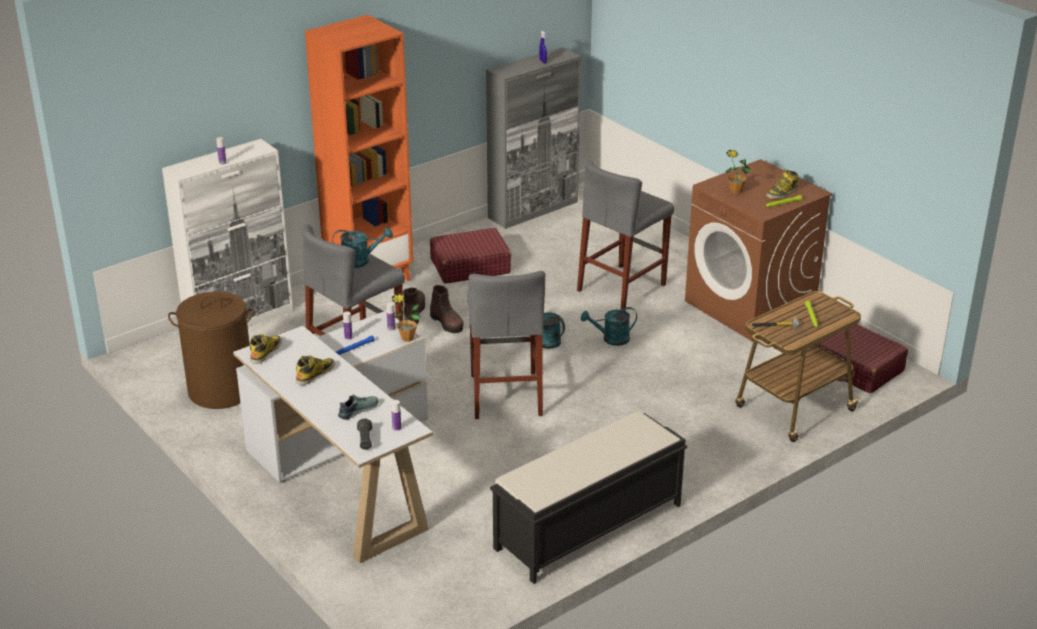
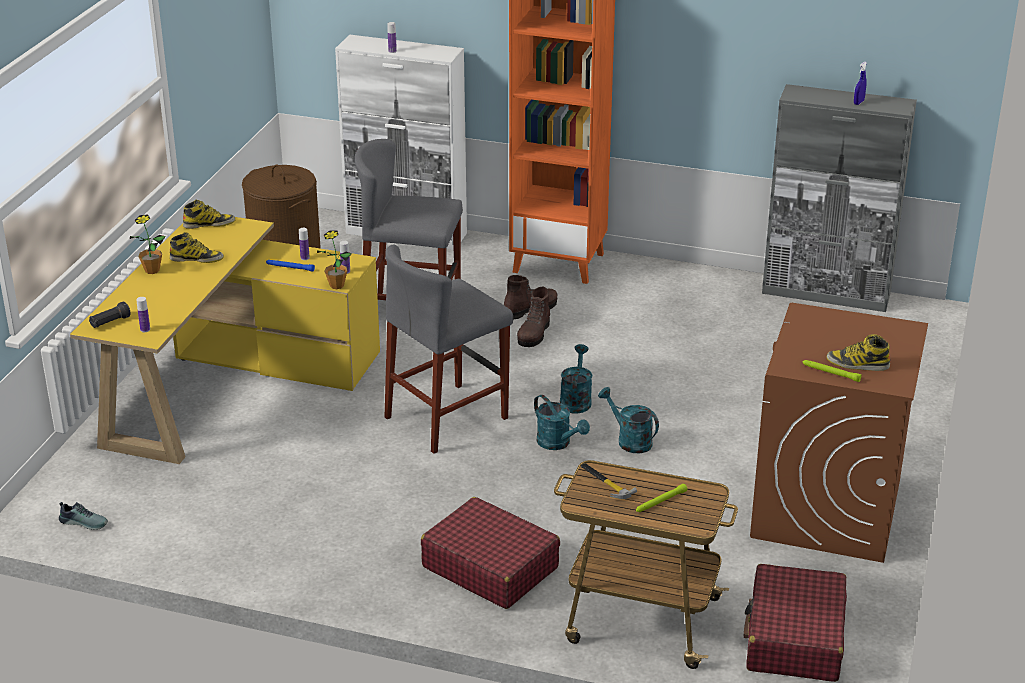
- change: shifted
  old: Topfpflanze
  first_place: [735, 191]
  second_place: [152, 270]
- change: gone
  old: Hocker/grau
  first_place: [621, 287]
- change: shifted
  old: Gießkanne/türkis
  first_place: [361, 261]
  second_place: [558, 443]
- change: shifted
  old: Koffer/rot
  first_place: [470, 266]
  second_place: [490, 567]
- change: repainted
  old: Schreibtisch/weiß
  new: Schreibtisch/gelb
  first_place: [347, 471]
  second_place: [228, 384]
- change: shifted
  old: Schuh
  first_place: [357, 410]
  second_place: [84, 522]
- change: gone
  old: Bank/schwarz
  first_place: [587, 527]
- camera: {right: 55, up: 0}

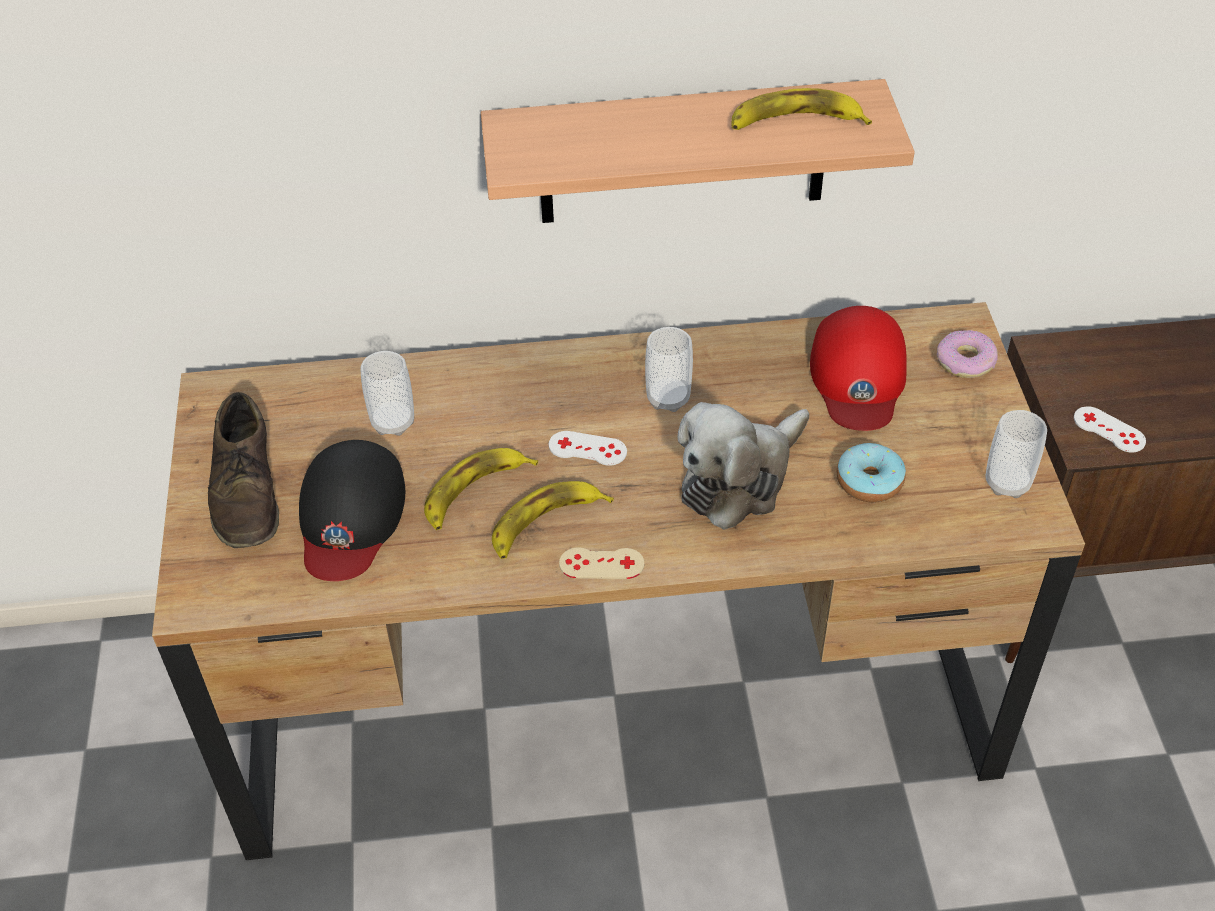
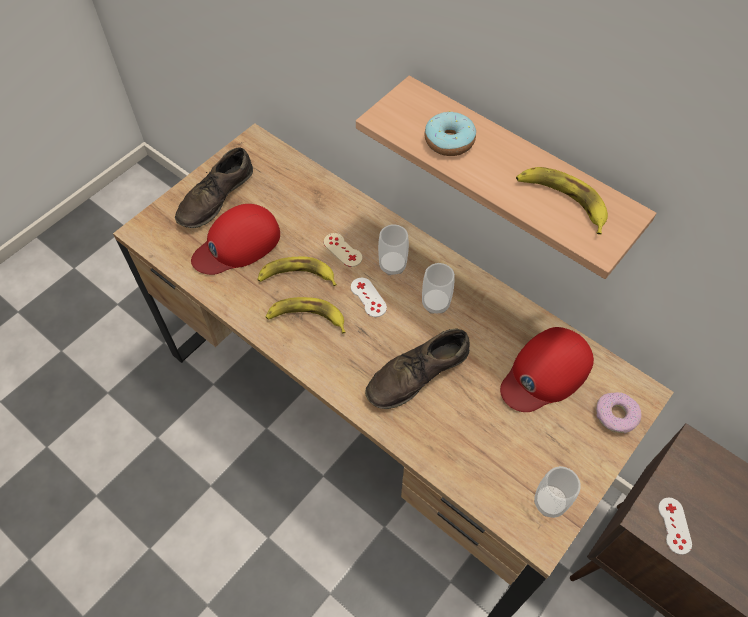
- change: shifted
  old: Tasse
  first_place: [393, 422]
  second_place: [392, 265]
- change: swapped
  old: Plüschtier
  new: Schuh/braun
  first_place: [739, 478]
  second_place: [417, 374]
- change: repainted
  old: Kappe/schwarz
  new: Kappe/rot
  first_place: [350, 516]
  second_place: [237, 244]
- change: shifted
  old: Donut
  first_place: [869, 481]
  second_place: [449, 141]
- change: shifted
  old: Gamepad/beige
  first_place: [601, 564]
  second_place: [342, 250]
- camera: {right: 45, up: 10}

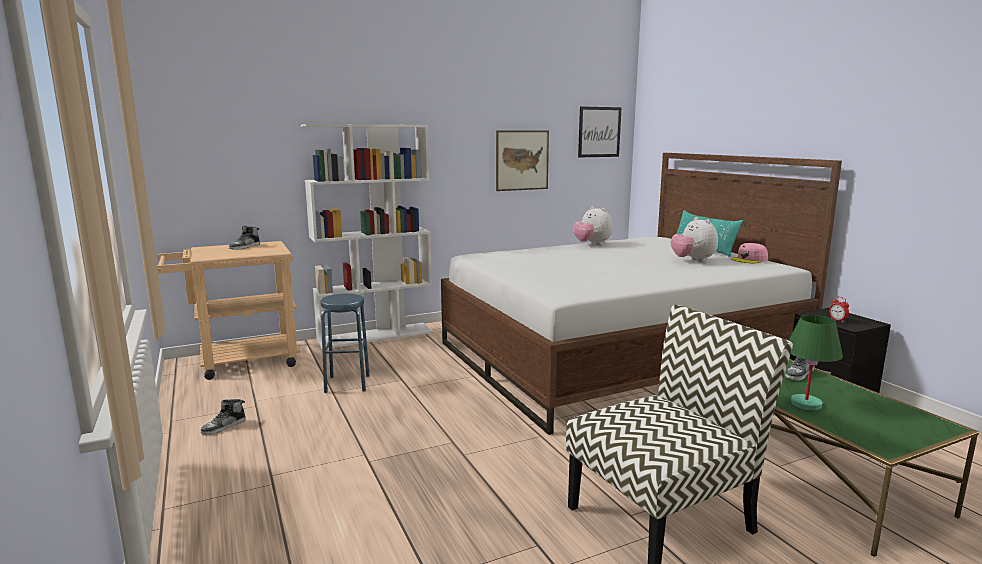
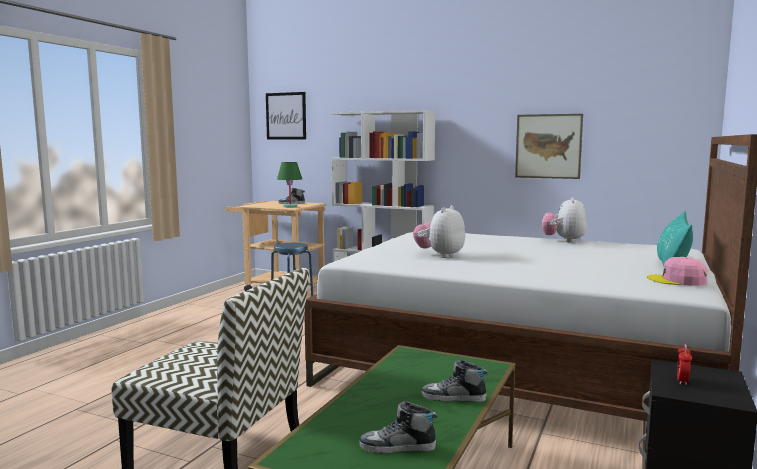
- change: shifted
  old: Bild
  first_place: [599, 132]
  second_place: [286, 116]
- change: shifted
  old: Plüschtier
  first_place: [693, 260]
  second_place: [440, 255]
- change: shifted
  old: Tischlampe/grün
  first_place: [806, 404]
  second_place: [290, 207]
- change: shifted
  old: Schuh
  first_place: [224, 427]
  second_place: [397, 447]
- camera: {right: 50, up: -5}

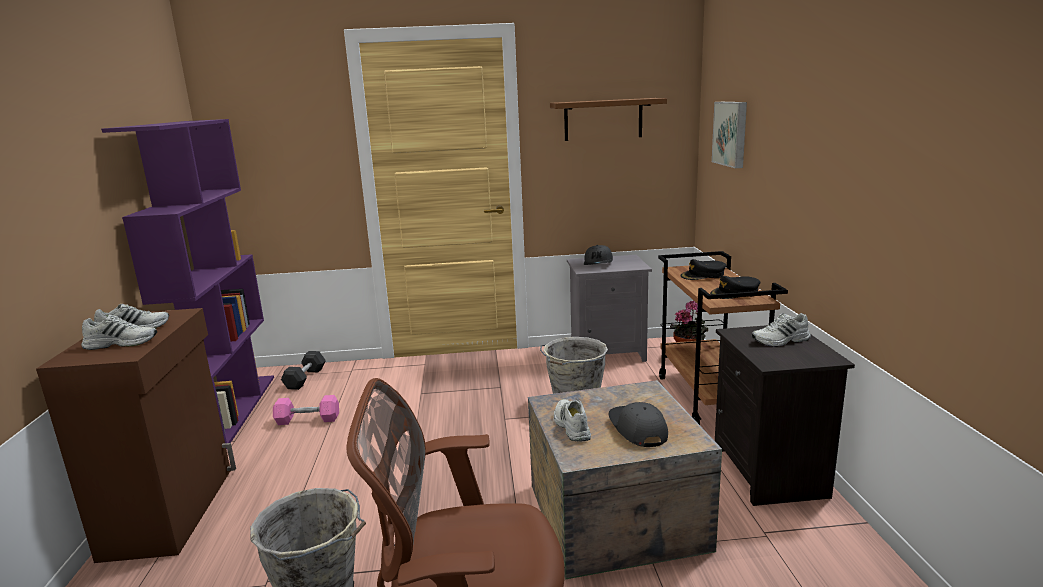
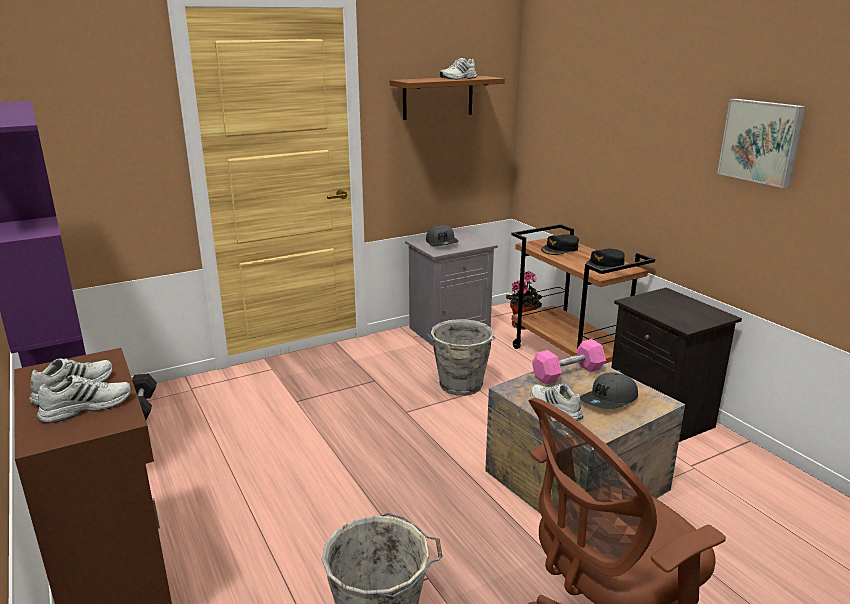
- change: shifted
  old: Bild
  first_place: [731, 133]
  second_place: [761, 141]
- change: shifted
  old: Schuh/weiß
  first_place: [781, 341]
  second_place: [458, 78]
- change: shifted
  old: Hantel/rosa
  first_place: [308, 420]
  second_place: [568, 373]
- change: rotated
  old: Kappe/grau
  first_place: [637, 429]
  second_place: [609, 400]
  degrees: -90
- camera: {right: -25, up: 5}

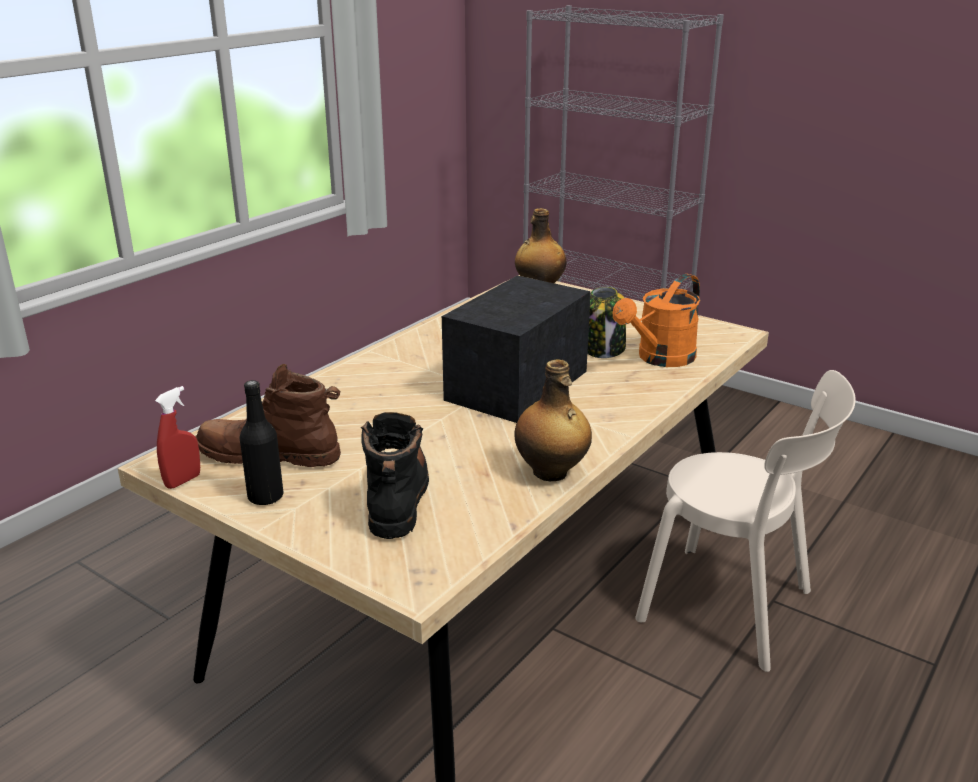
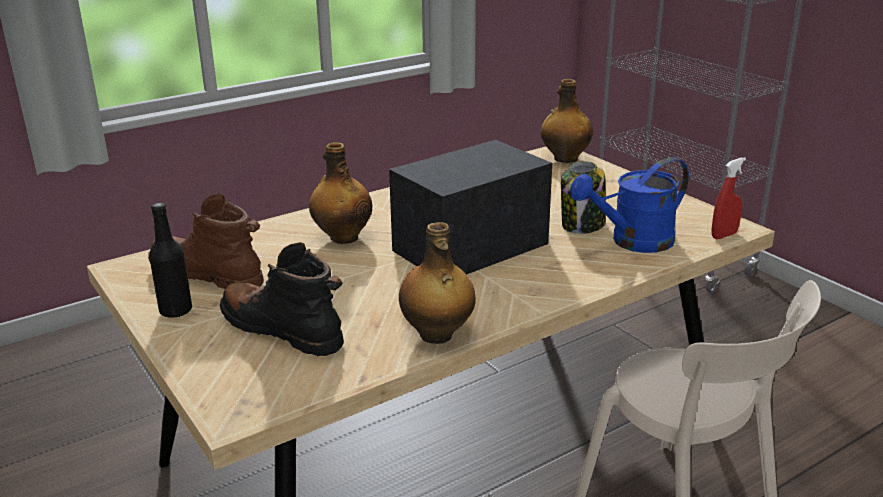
- change: repainted
  old: Gießkanne/orange
  new: Gießkanne/blau
  first_place: [660, 359]
  second_place: [633, 242]
- change: shifted
  old: Sprühflasche/rot
  first_place: [183, 481]
  second_place: [724, 235]
- change: rotated
  old: Stiefel/schwarz
  first_place: [397, 496]
  second_place: [282, 330]
  degrees: -75
- change: new
  new: Flasche
  second_place: [343, 237]
- camera: {right: 20, up: 0}

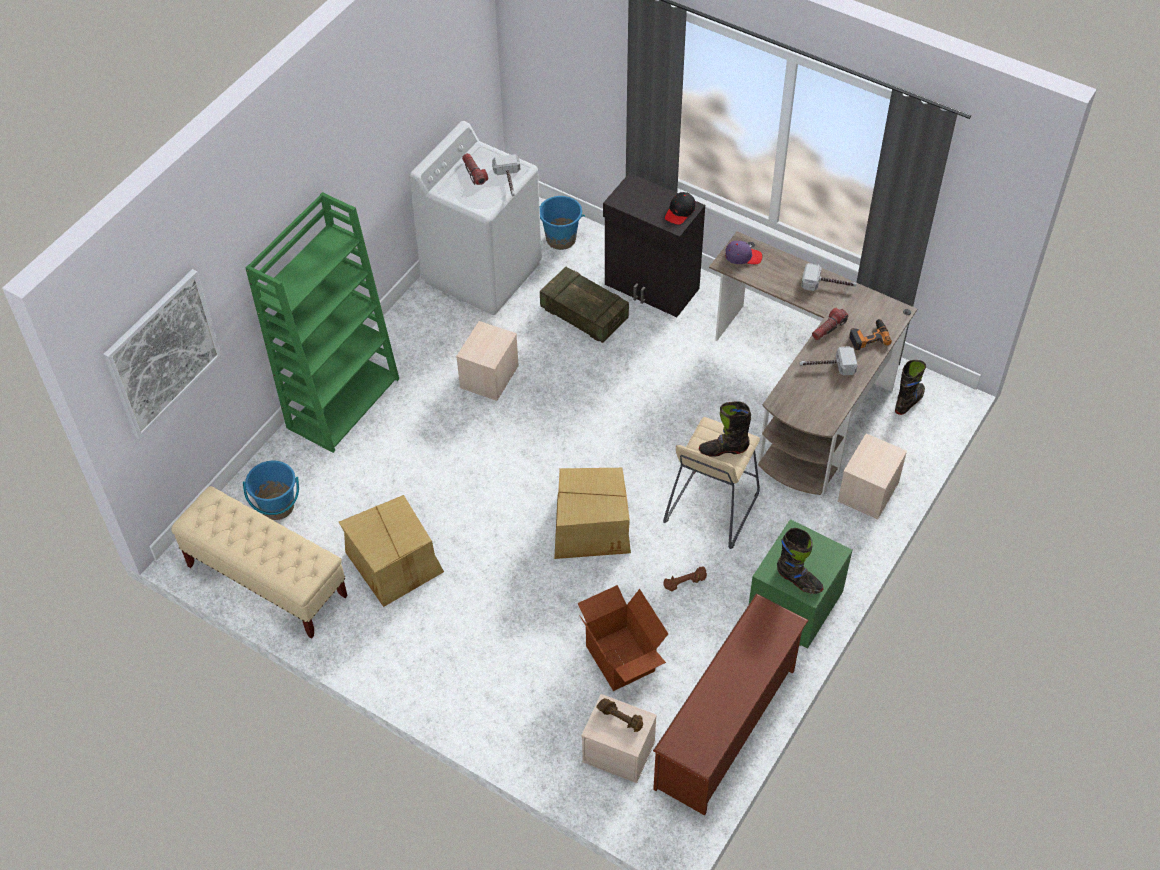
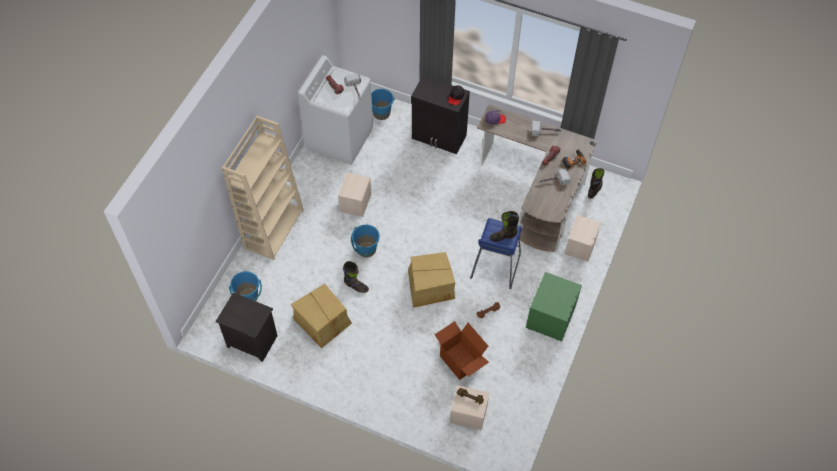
- change: repainted
  old: Bücherregal/grün
  new: Bücherregal/beige
  first_place: [343, 402]
  second_place: [273, 228]
- change: gone
  old: Kiste
  first_place: [584, 314]
- change: gone
  old: Bild
  first_place: [163, 353]
- change: repainted
  old: Hocker/beige
  new: Hocker/blau
  first_place: [711, 508]
  second_place: [495, 266]
- change: swapped
  old: Bank/beige
  new: Nachttisch/schwarz
  first_place: [266, 581]
  second_place: [251, 342]
- change: shifted
  old: Stiefel/schwarz
  first_place: [798, 580]
  second_place: [356, 286]
- change: gone
  old: Schuhregal/braun
  first_place: [727, 729]
- change: new
  new: Eimer/blau
  second_place: [366, 249]
- camera: {right: -10, up: 5}

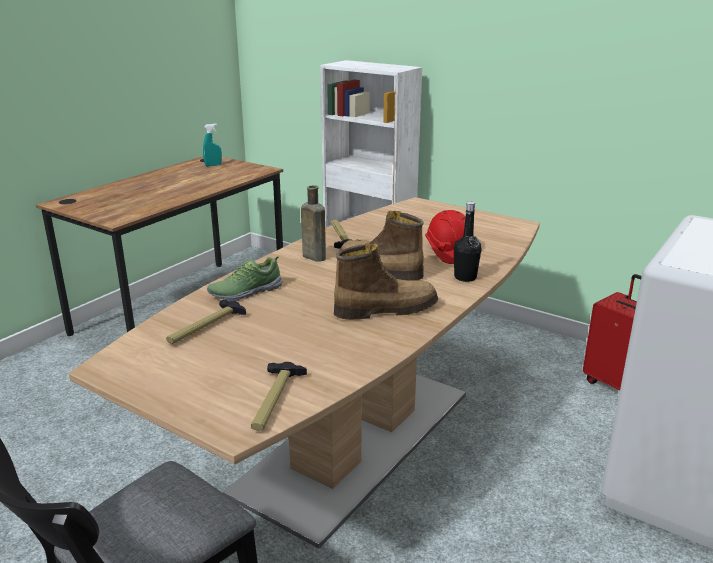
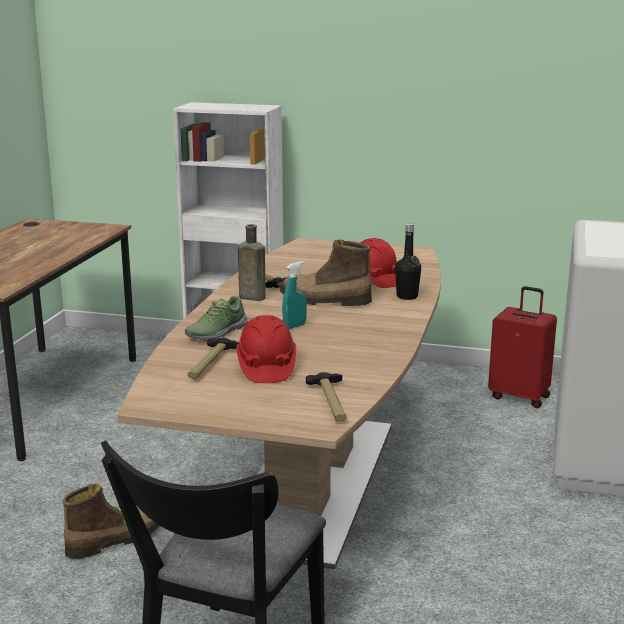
- change: shifted
  old: Sprühflasche/türkis
  first_place: [213, 165]
  second_place: [294, 326]
- change: shifted
  old: Stiefel
  first_place: [385, 309]
  second_place: [113, 540]
- change: new
  new: Schutzhelm/rot
  second_place: [266, 368]
- camera: {right: -20, up: -5}

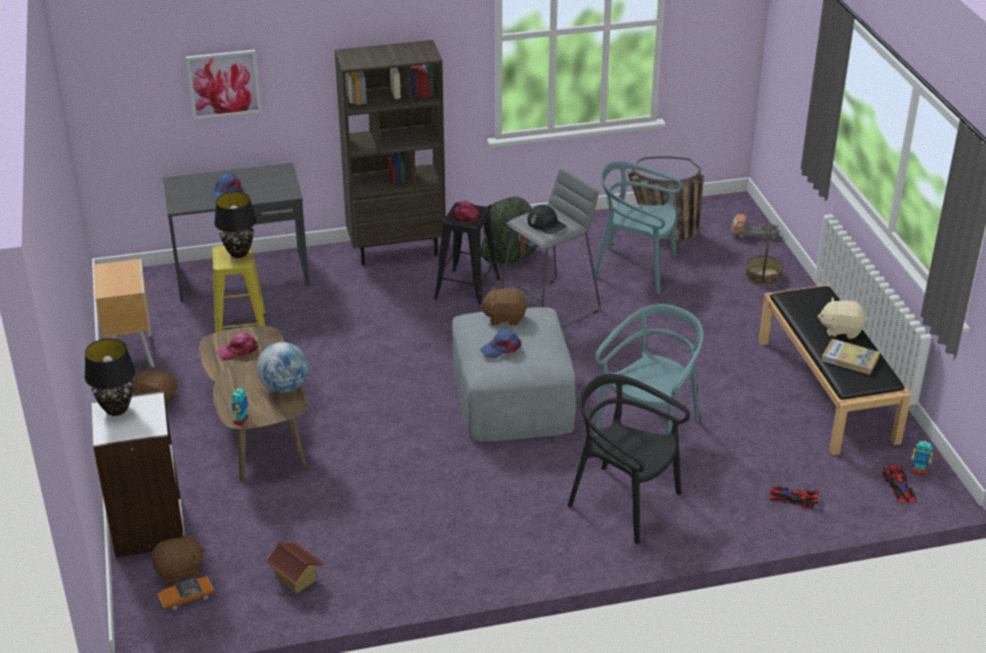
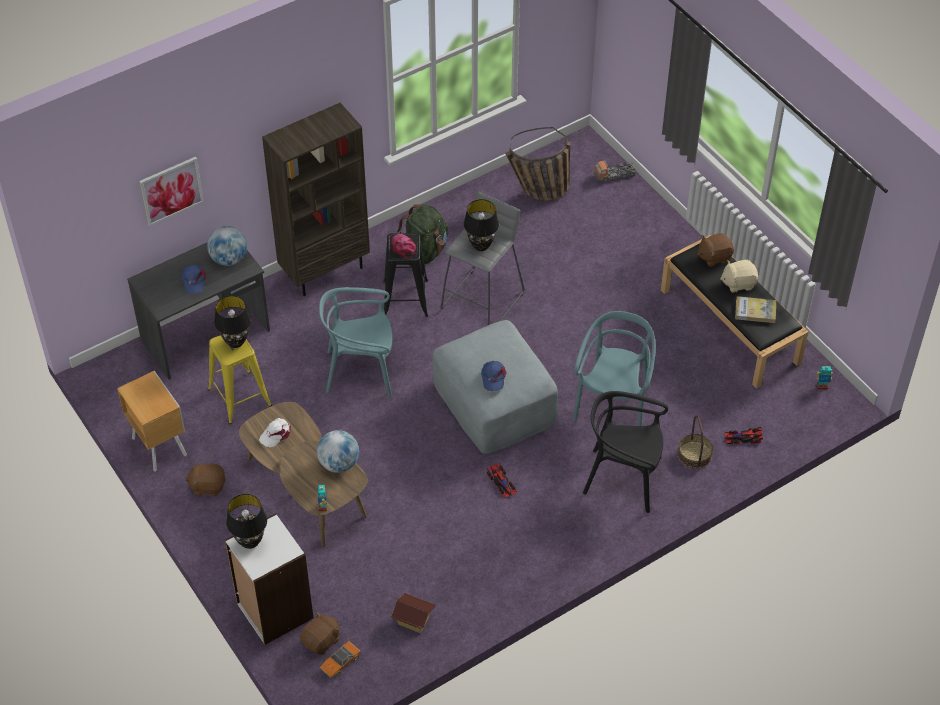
- change: shifted
  old: Stuhl/türkis
  first_place: [635, 268]
  second_place: [361, 371]
- change: swapped
  old: Kappe/schwarz
  new: Tischlampe/schwarz
  first_place: [546, 224]
  second_place: [480, 245]
- change: shifted
  old: Korb
  first_place: [763, 276]
  second_place: [694, 454]
- change: shifted
  old: Plüschtier/braun
  first_place: [504, 318]
  second_place: [714, 257]
- change: rotated
  old: Kappe/blau
  first_place: [502, 348]
  second_place: [493, 377]
  degrees: -45
- change: repainted
  old: Kappe/rosa
  new: Kappe/weiß
  first_place: [238, 350]
  second_place: [276, 434]
- change: shifted
  old: Spielzeugauto
  first_place: [899, 487]
  second_place: [501, 482]
- change: new
  new: Globus
  second_place: [229, 259]
- camera: {right: -20, up: 15}

